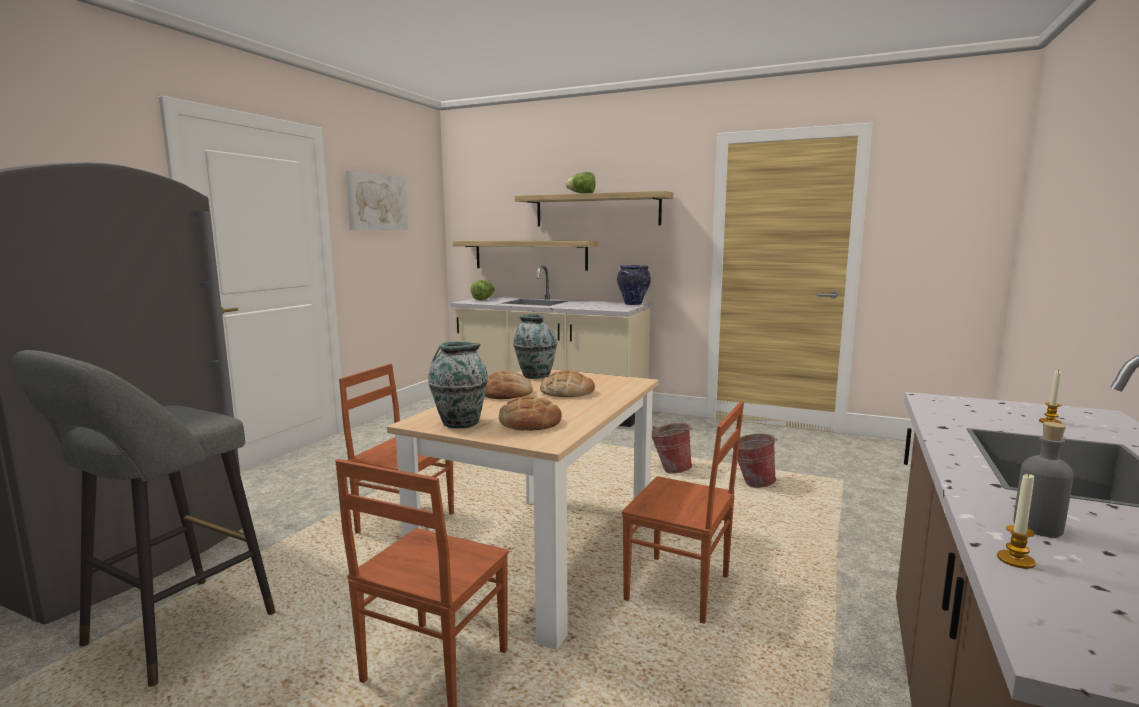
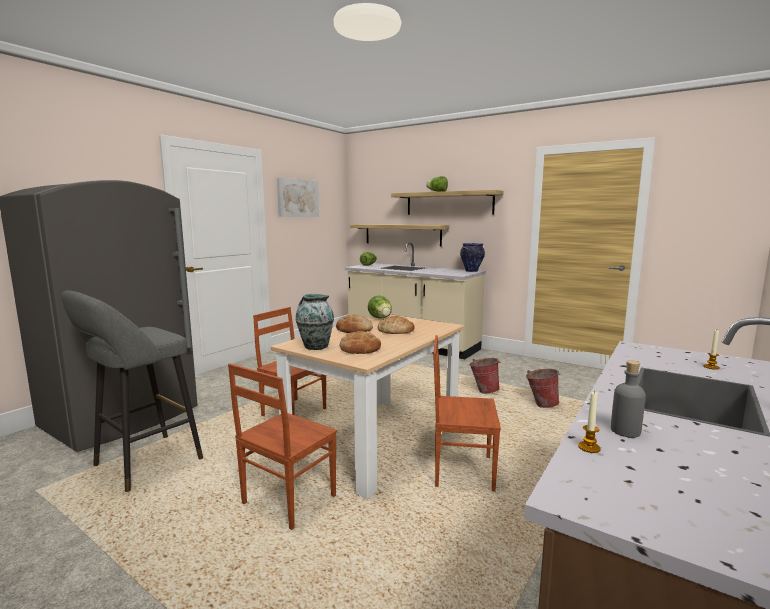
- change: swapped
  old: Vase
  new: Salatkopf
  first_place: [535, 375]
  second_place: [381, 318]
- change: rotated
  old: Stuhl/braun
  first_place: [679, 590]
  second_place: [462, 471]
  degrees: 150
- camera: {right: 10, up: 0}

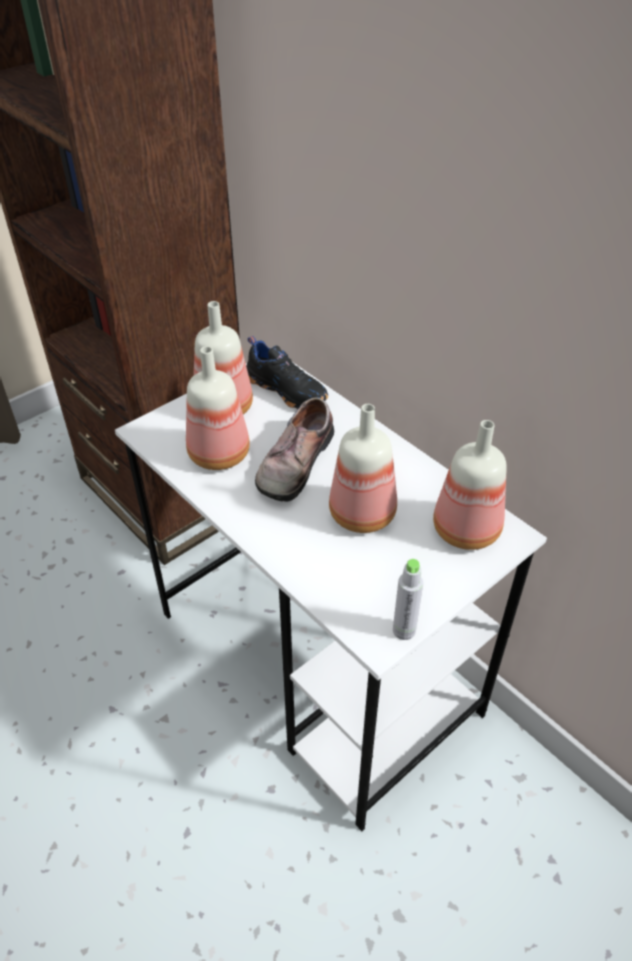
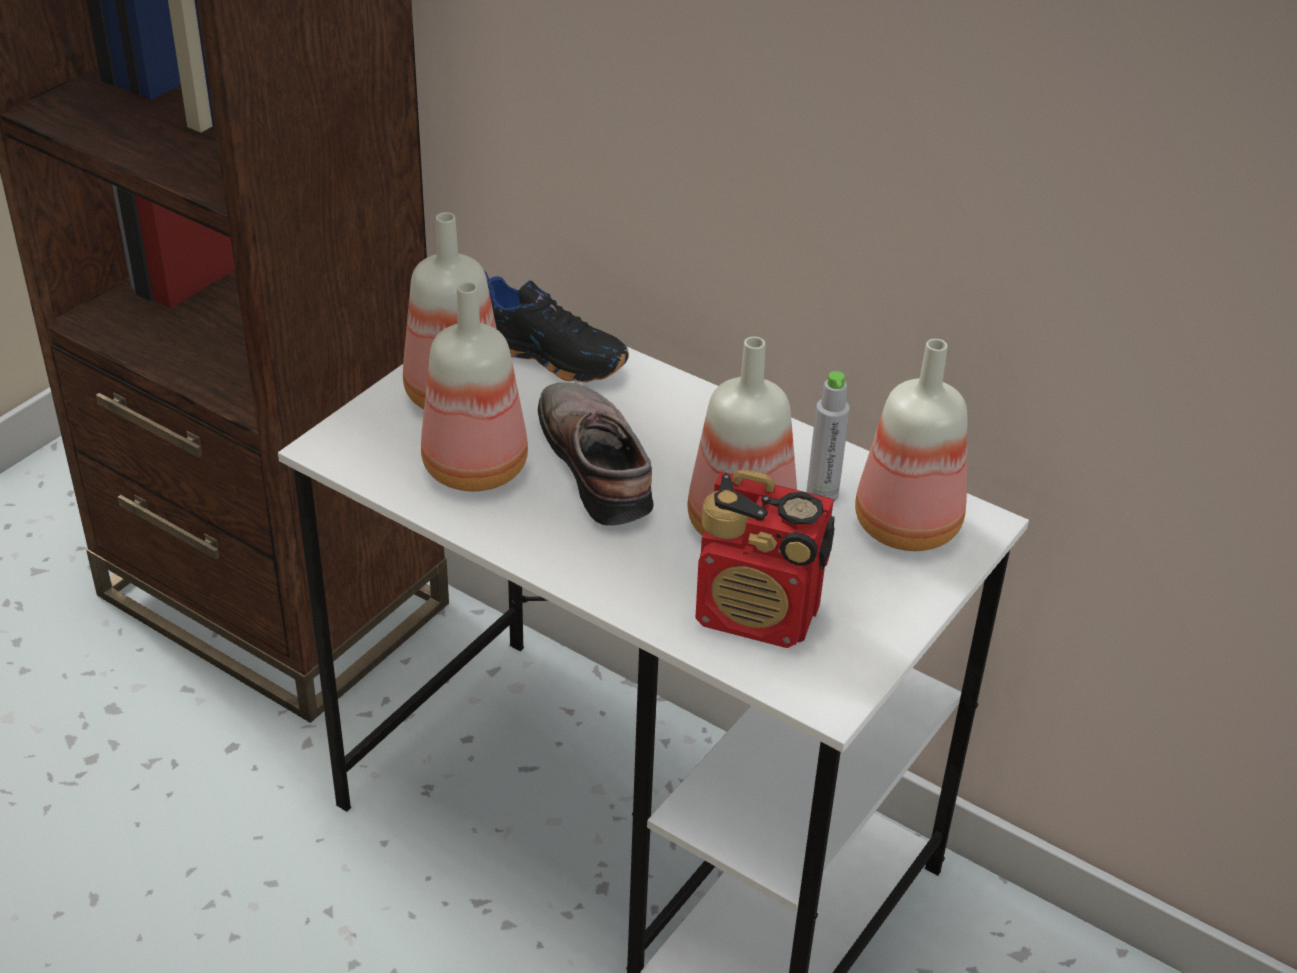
- change: rotated
  old: Schuh
  first_place: [293, 462]
  second_place: [602, 464]
  degrees: 150
- change: shifted
  old: Flasche/grau
  first_place: [404, 630]
  second_place: [822, 494]
- change: new
  new: Radio
  second_place: [758, 615]
- camera: {right: -15, up: -5}

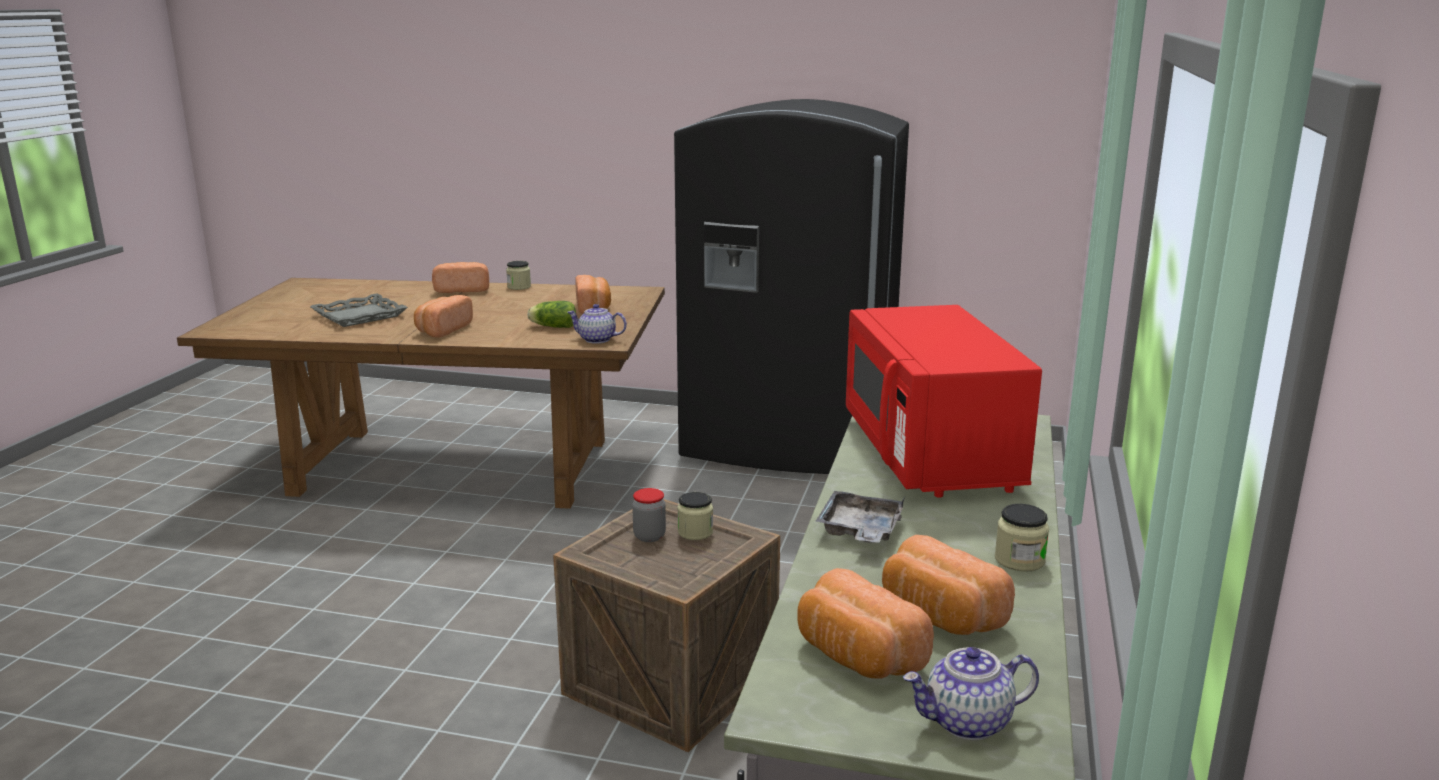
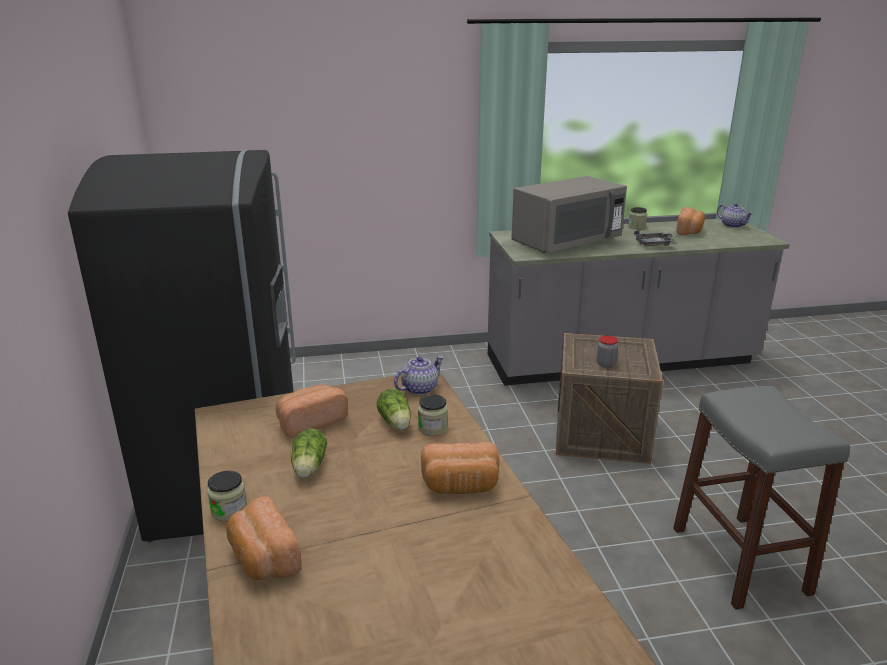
- change: gone
  old: Tablett/grau
  first_place: [359, 316]
- change: rotated
  old: Teekanne
  first_place: [596, 340]
  second_place: [419, 388]
  degrees: -120
- change: repainted
  old: Mikrowelle/rot
  new: Mikrowelle/grau
  first_place: [930, 454]
  second_place: [566, 243]
- change: shifted
  old: Vorratsglas
  first_place: [695, 532]
  second_place: [433, 428]
- change: gone
  old: Brot
  first_place: [855, 656]
- change: new
  new: Hocker/grau
  second_place: [739, 559]
- change: new
  new: Salatkopf
  second_place: [308, 468]
- camera: {right: -115, up: 5}

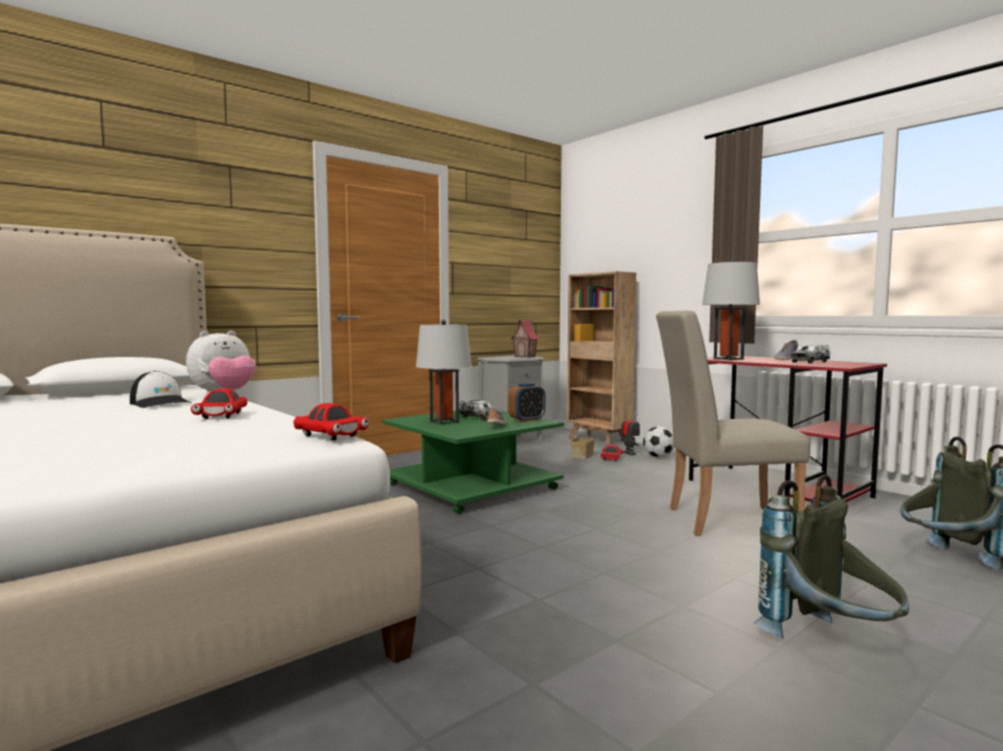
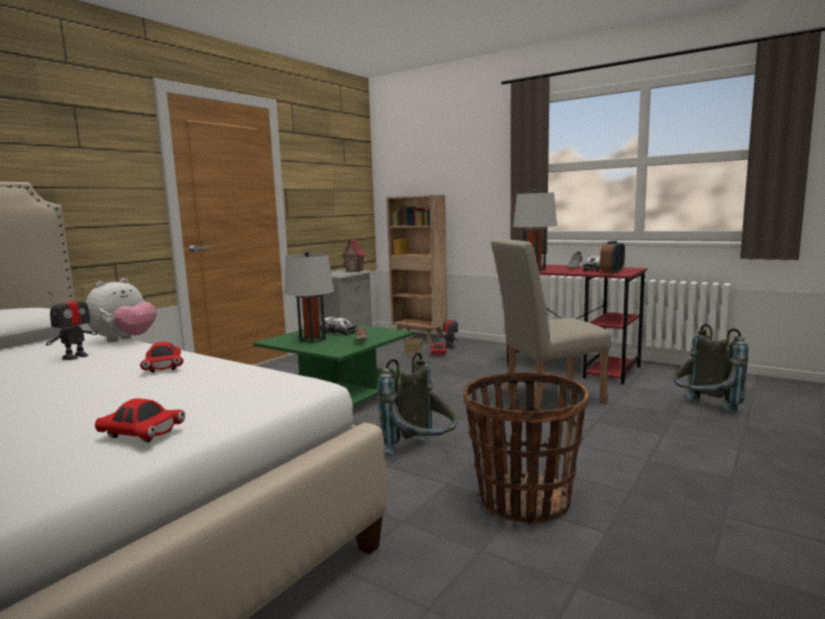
- change: swapped
  old: Kappe
  new: Spielzeugroboter
  first_place: [161, 403]
  second_place: [75, 357]
- change: shifted
  old: Wecker
  first_place: [526, 420]
  second_place: [612, 272]
- change: shifted
  old: Spielzeugauto/rot
  first_place: [330, 436]
  second_place: [141, 435]
- change: gone
  old: Fußball
  first_place: [658, 457]
- change: shifted
  old: Rucksack/grau
  first_place: [831, 645]
  second_place: [422, 454]
- change: new
  new: Korb
  second_place: [523, 501]
- camera: {right: -15, up: 5}

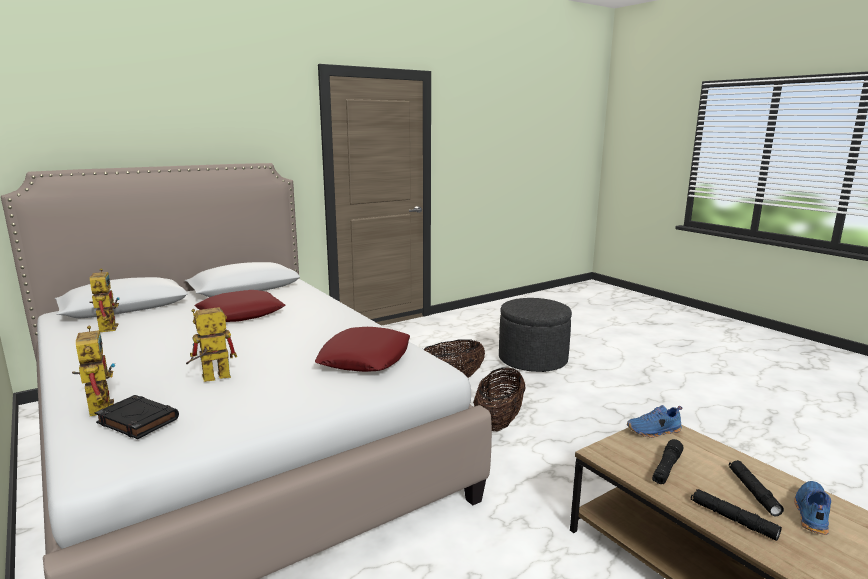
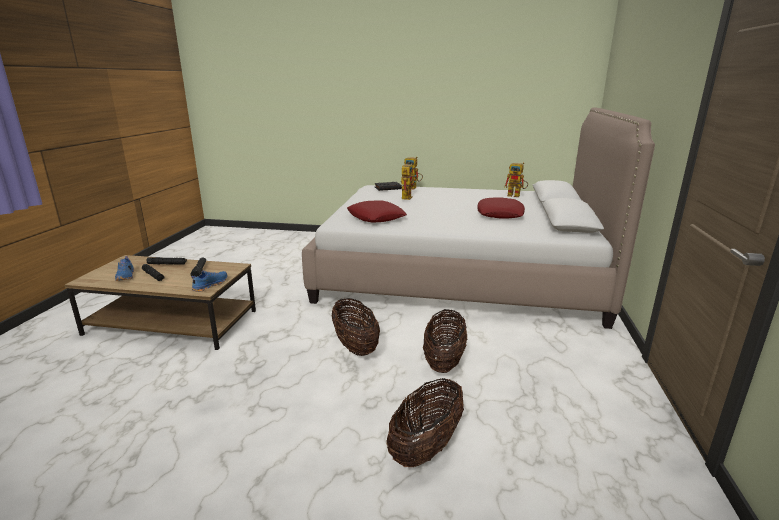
- change: swapped
  old: Polsterhocker/grau
  new: Korb
  first_place: [532, 359]
  second_place: [426, 447]
- camera: {right: 135, up: 5}

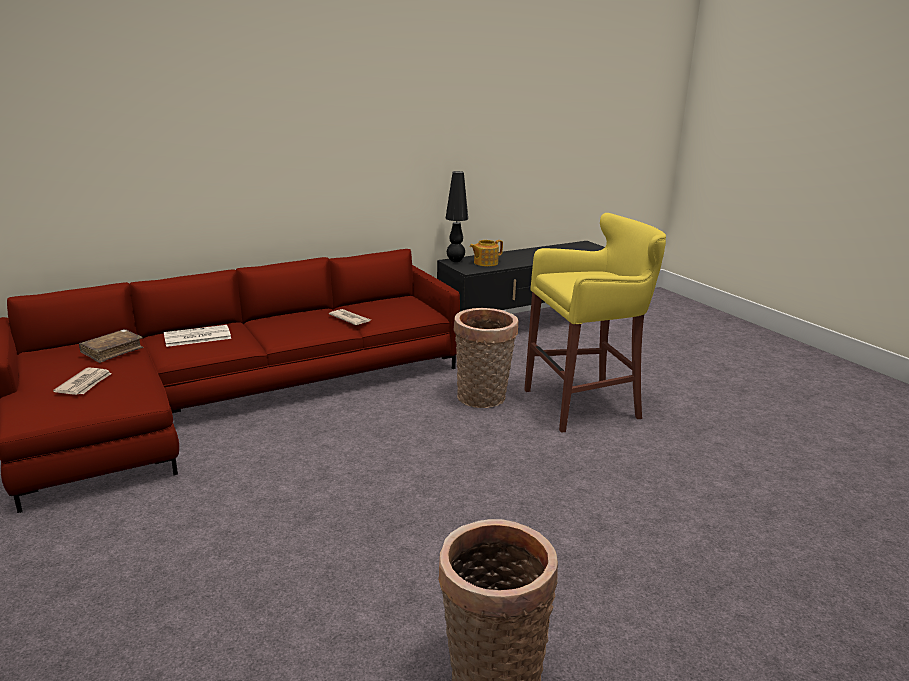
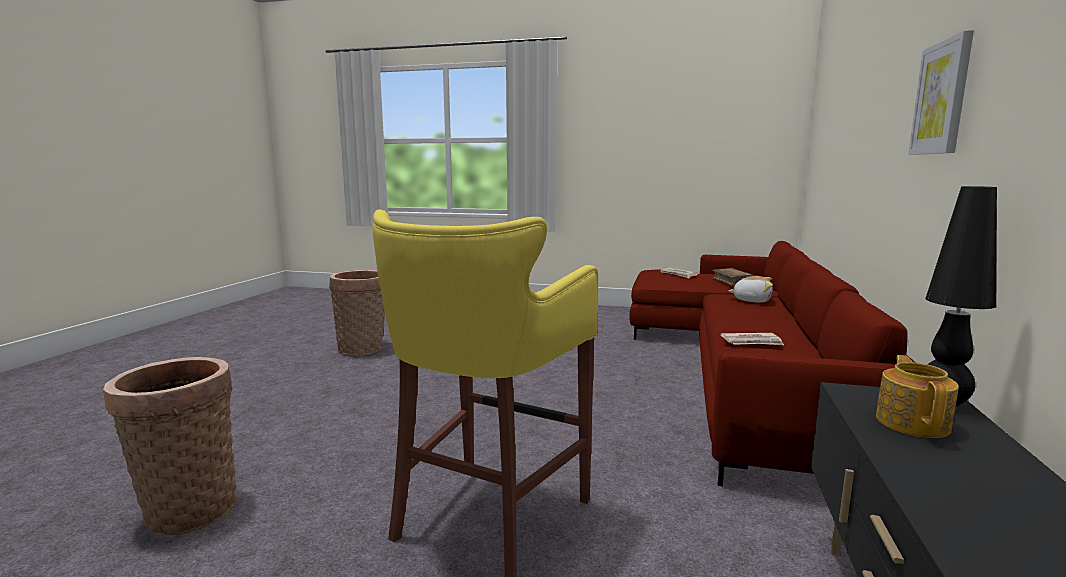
- change: shifted
  old: Korb
  first_place: [482, 399]
  second_place: [188, 508]
- change: swapped
  old: Zeitung
  new: Plüschtier
  first_place: [196, 337]
  second_place: [751, 300]
- change: new
  new: Bild
  second_place: [942, 98]
- camera: {right: 135, up: -10}

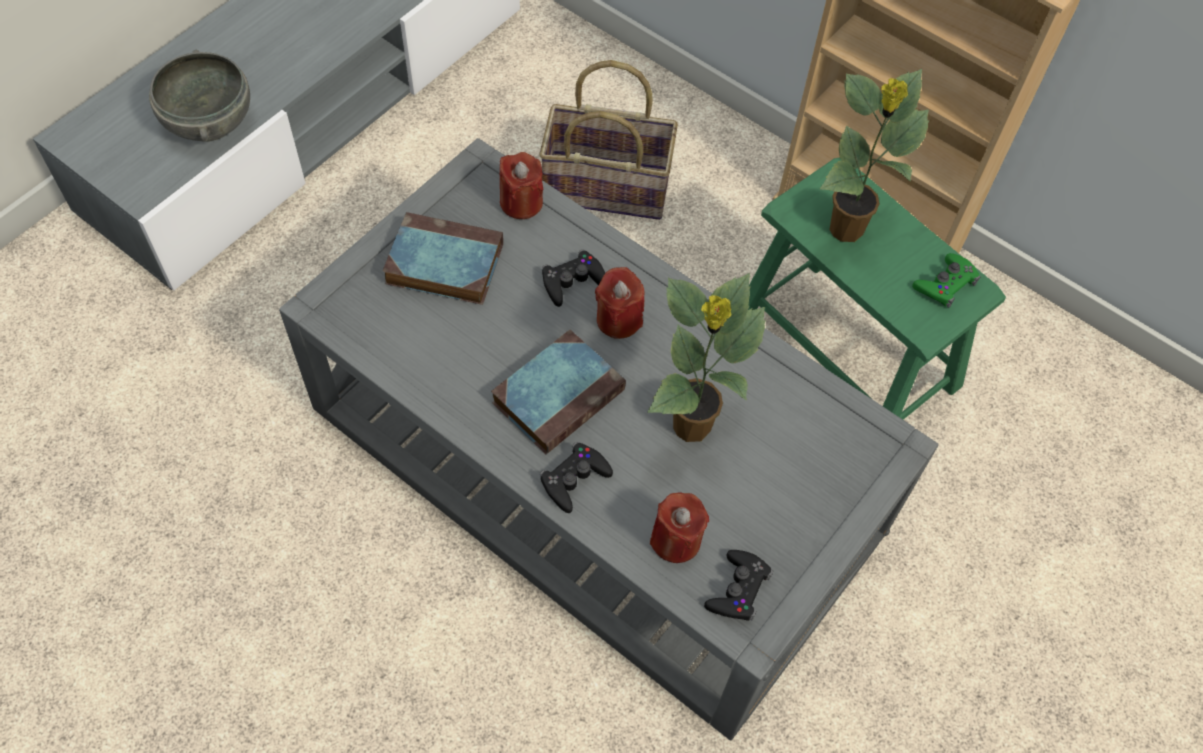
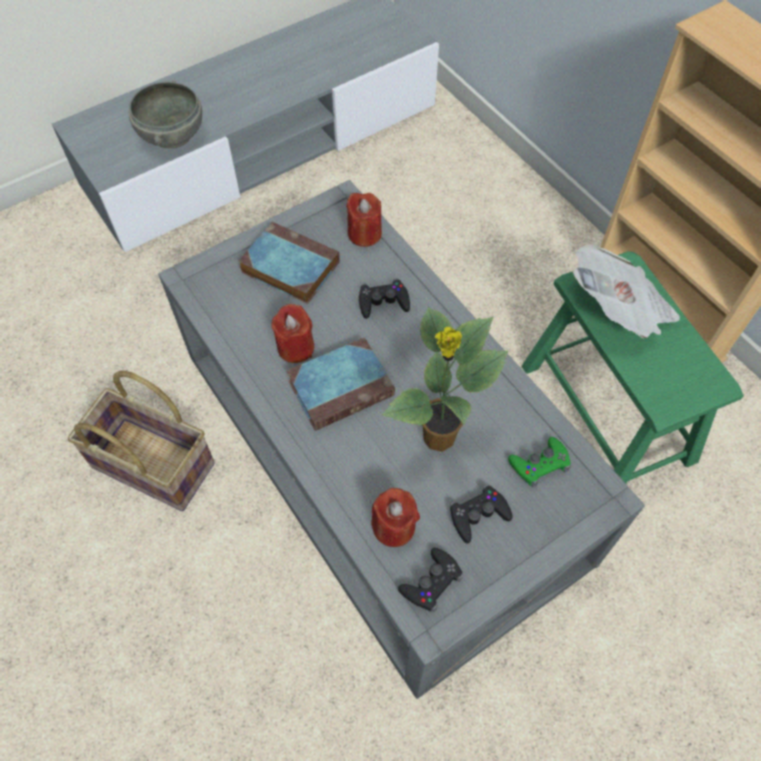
- change: shifted
  old: Korb
  first_place: [607, 185]
  second_place: [155, 463]
- change: swapped
  old: Topfpflanze
  new: Zeitung
  first_place: [846, 231]
  second_place: [619, 310]
- change: shifted
  old: Gamepad/grün
  first_place: [945, 284]
  second_place: [539, 464]
- change: shifted
  old: Kerze/rot
  first_place: [618, 319]
  second_place: [295, 347]
- change: shifted
  old: Gamepad/schwarz
  first_place: [574, 479]
  second_place: [478, 515]
- camera: {right: 20, up: 0}

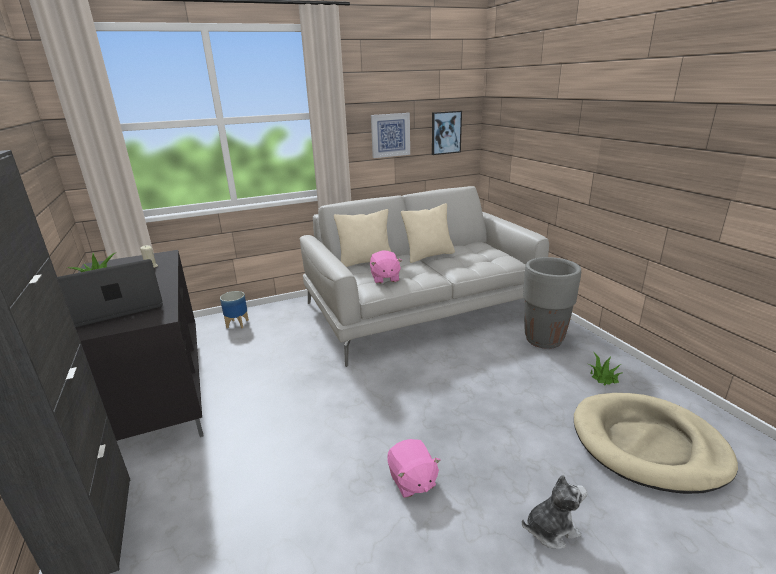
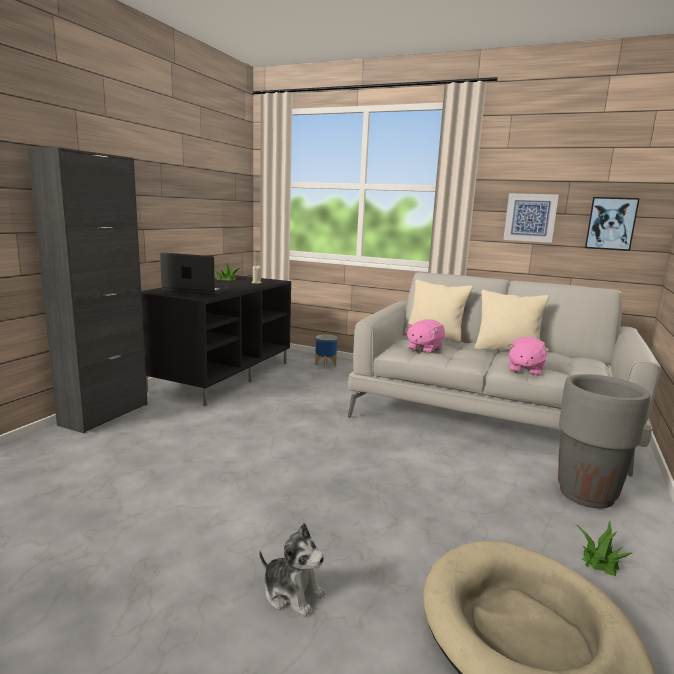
- change: shifted
  old: Plüschtier/rosa
  first_place: [412, 481]
  second_place: [524, 370]
- camera: {right: 45, up: -10}

